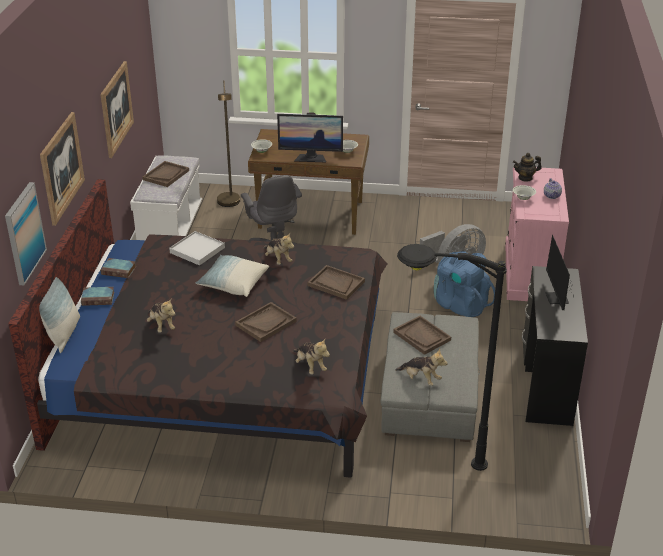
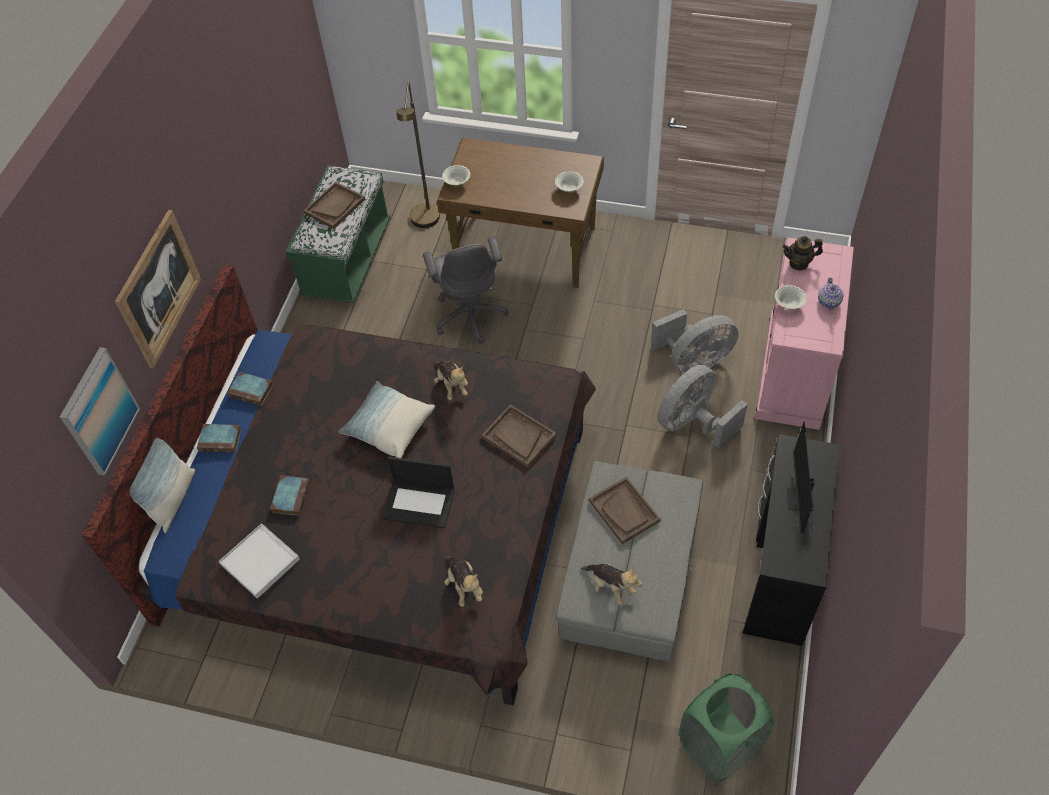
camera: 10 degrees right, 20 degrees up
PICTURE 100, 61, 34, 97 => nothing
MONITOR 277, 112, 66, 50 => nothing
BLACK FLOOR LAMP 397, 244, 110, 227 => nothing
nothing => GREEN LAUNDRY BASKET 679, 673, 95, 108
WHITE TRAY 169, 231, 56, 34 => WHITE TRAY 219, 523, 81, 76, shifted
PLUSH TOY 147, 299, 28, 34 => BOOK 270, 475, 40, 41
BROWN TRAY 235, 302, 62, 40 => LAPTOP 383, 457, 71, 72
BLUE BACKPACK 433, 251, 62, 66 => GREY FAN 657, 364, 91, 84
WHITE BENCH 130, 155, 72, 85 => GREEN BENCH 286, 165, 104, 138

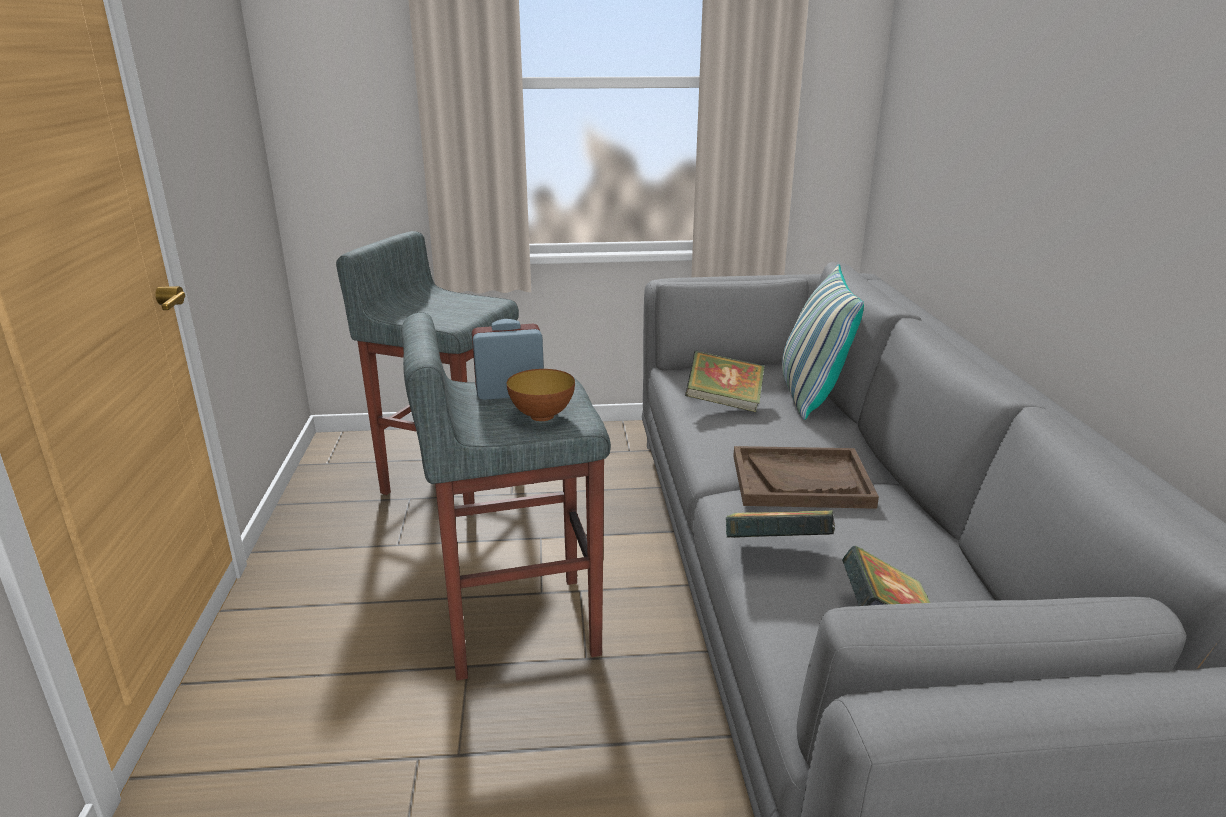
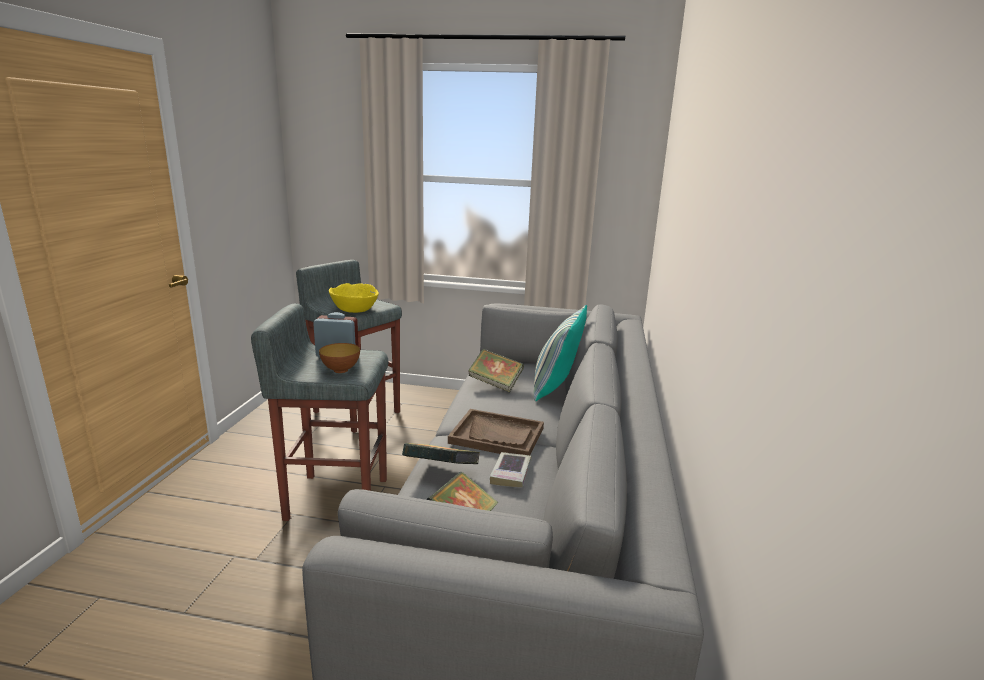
camera: 15 degrees right, 5 degrees down
nothing => YELLOW BOWL 329, 283, 50, 30
nothing => BOOK 490, 452, 41, 36

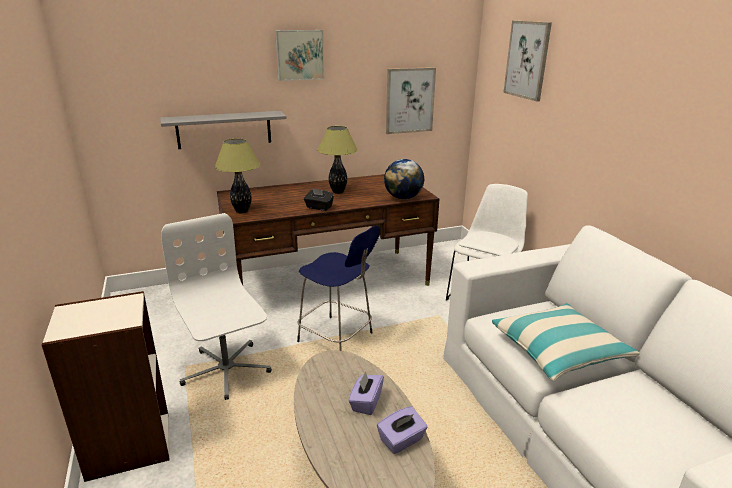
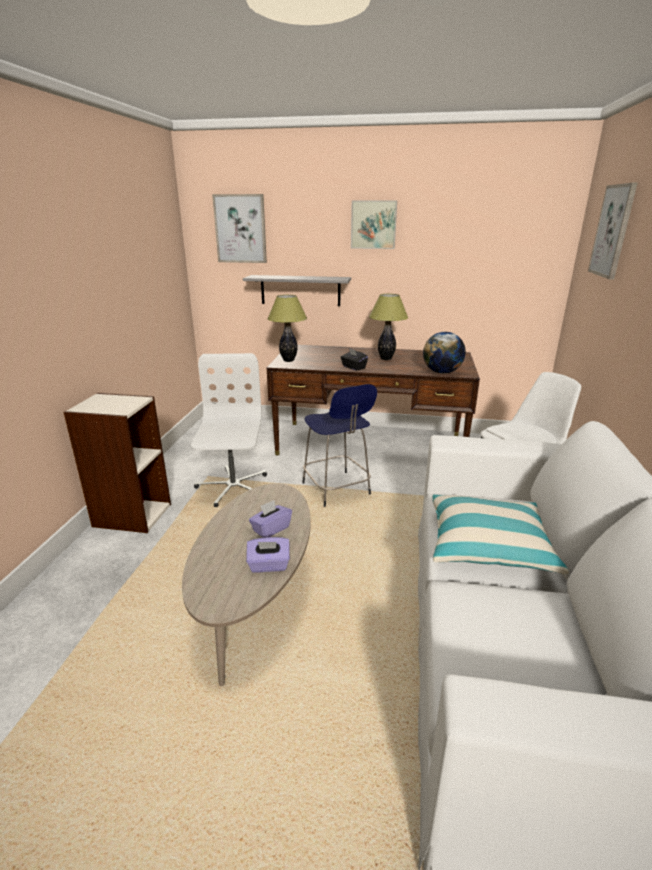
camera: 30 degrees right, 0 degrees up
PICTURE 386, 67, 50, 67 => PICTURE 212, 194, 55, 69, shifted

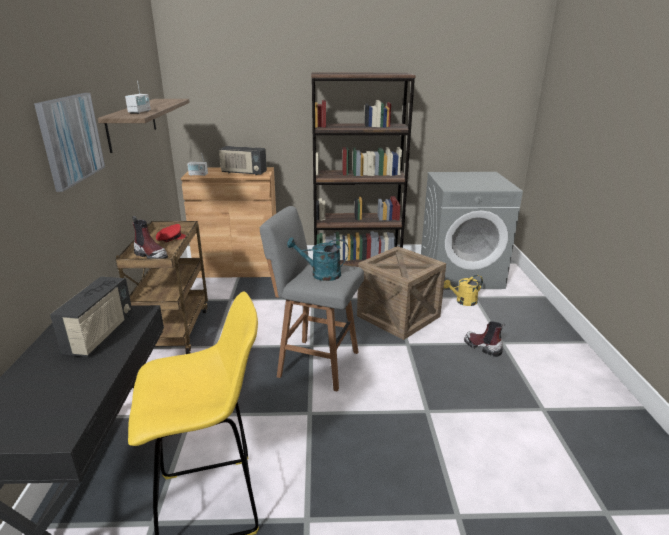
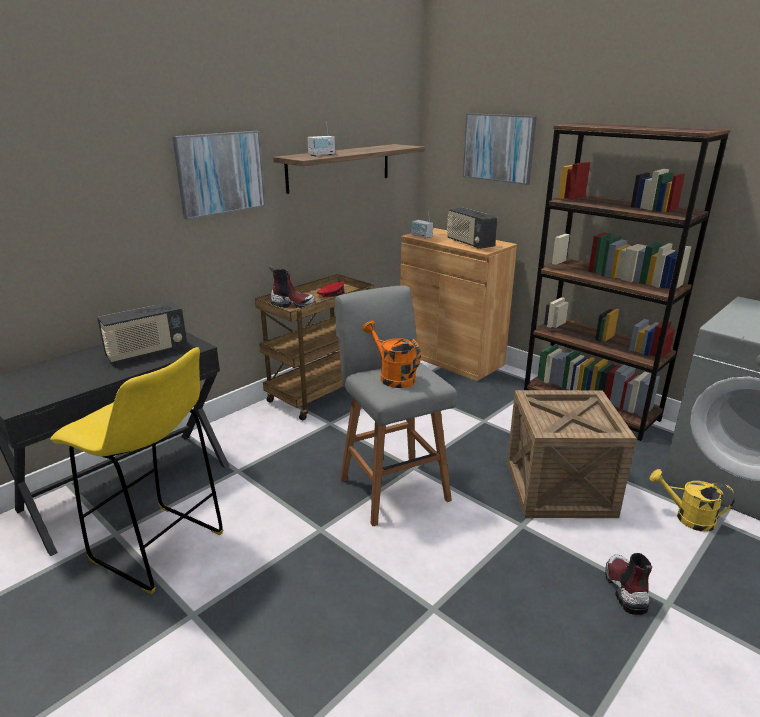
camera: 45 degrees right, 0 degrees up
nothing => PICTURE 463, 113, 74, 72
TURQUOISE WATERING CAN 287, 237, 62, 44 => ORANGE WATERING CAN 363, 321, 58, 67
BOOT 132, 216, 36, 43 => BOOT 269, 266, 47, 42, 75 degrees counterclockwise

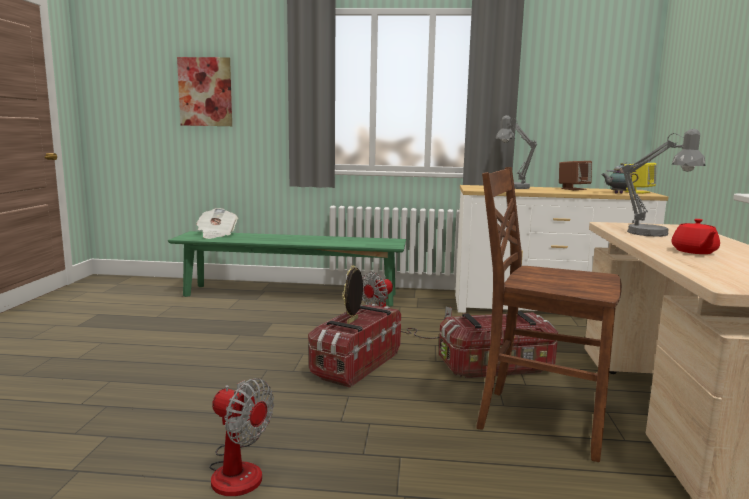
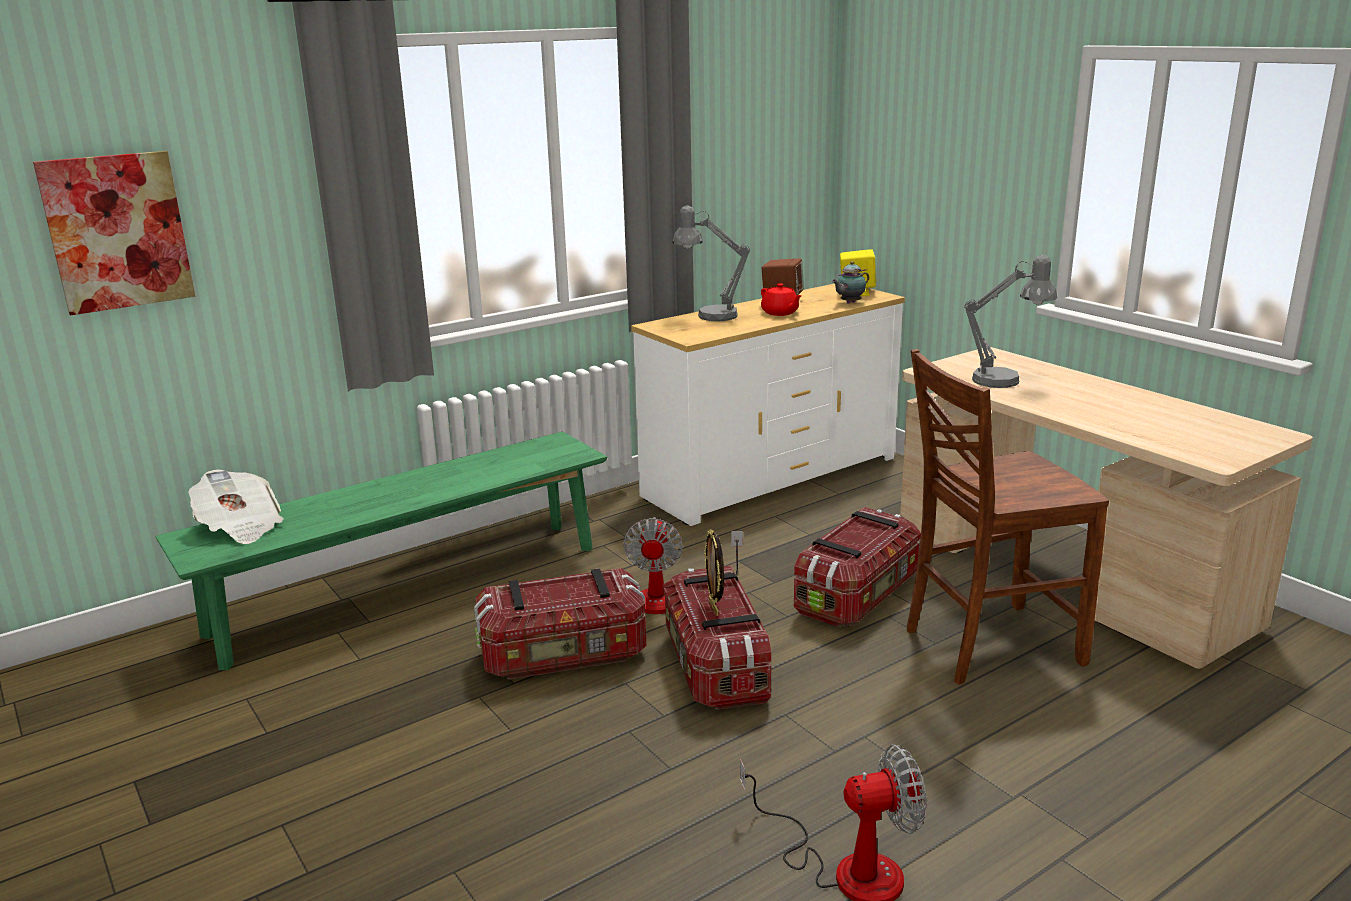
camera: 40 degrees left, 10 degrees up
nothing => STORAGE BOX 474, 568, 173, 112
RED TEAPOT 672, 219, 48, 35 => RED TEAPOT 761, 283, 41, 33, shifted

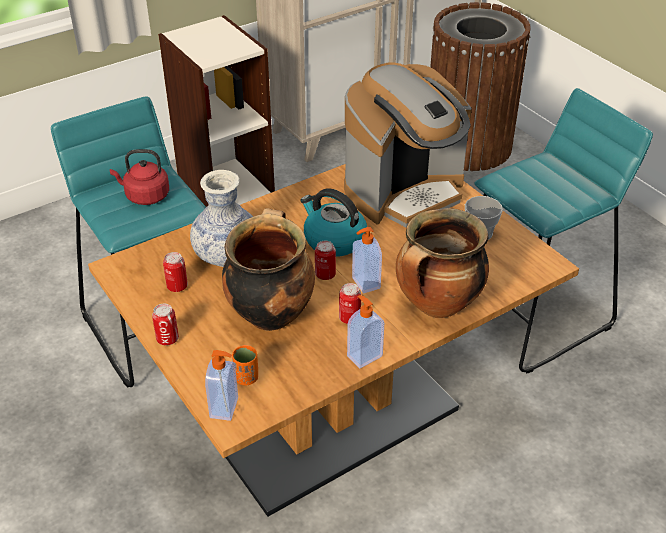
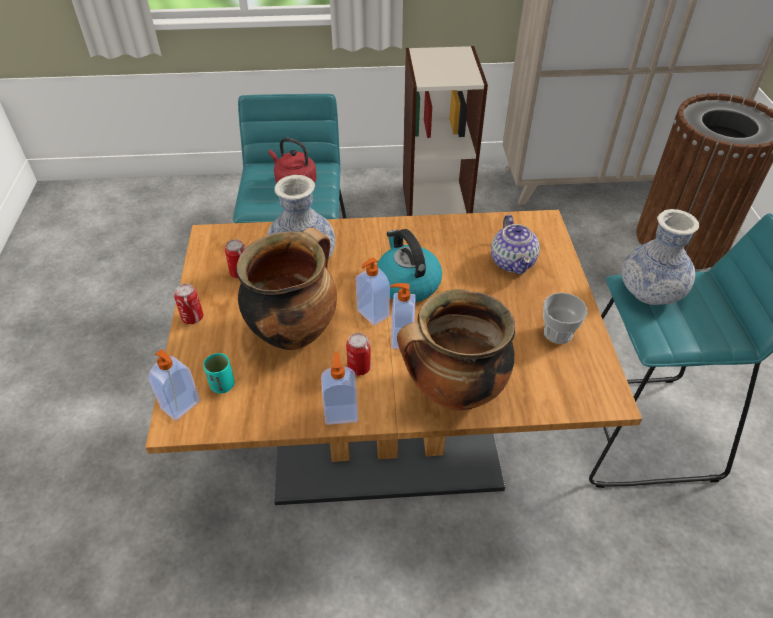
camera: 30 degrees right, 5 degrees up
nothing => VASE 622, 209, 77, 96
CAN 315, 241, 21, 39 => SOAP DISPENSER 356, 257, 34, 69
COFFEE MACHINE 344, 63, 128, 165 => TEAPOT 491, 215, 49, 60
ORANGE CUP 232, 345, 26, 40 => TURQUOISE CUP 203, 353, 32, 41

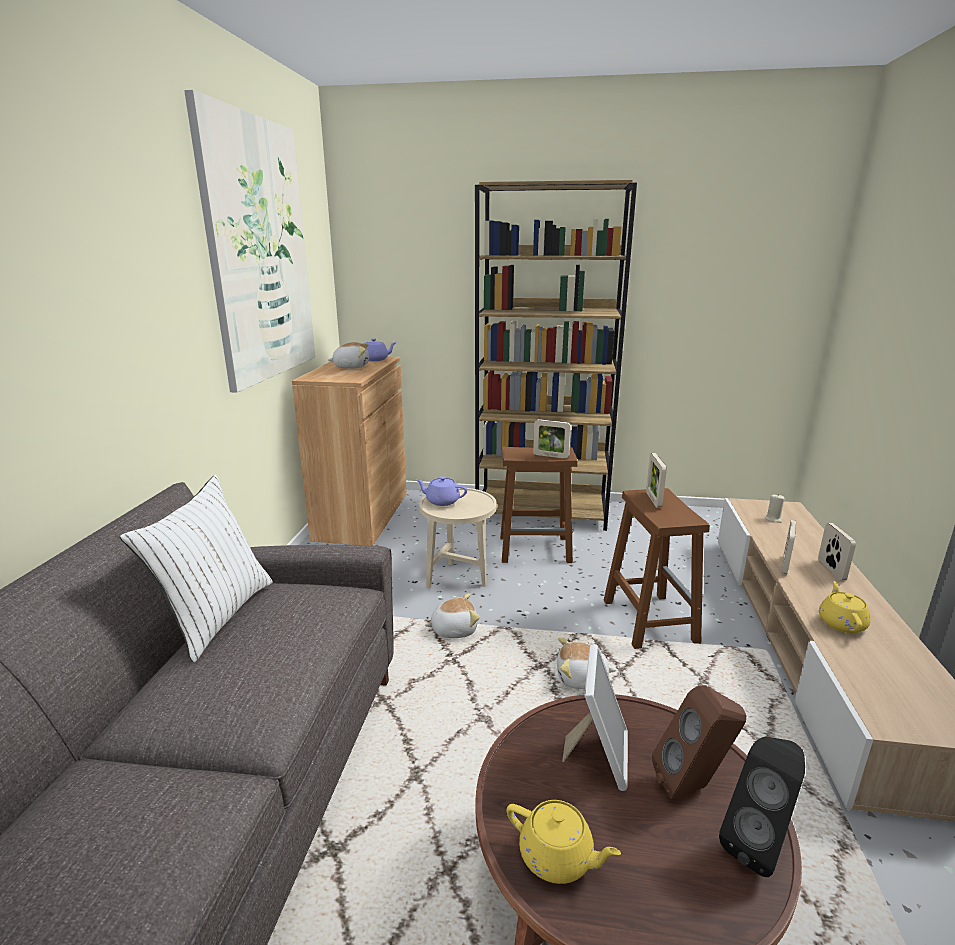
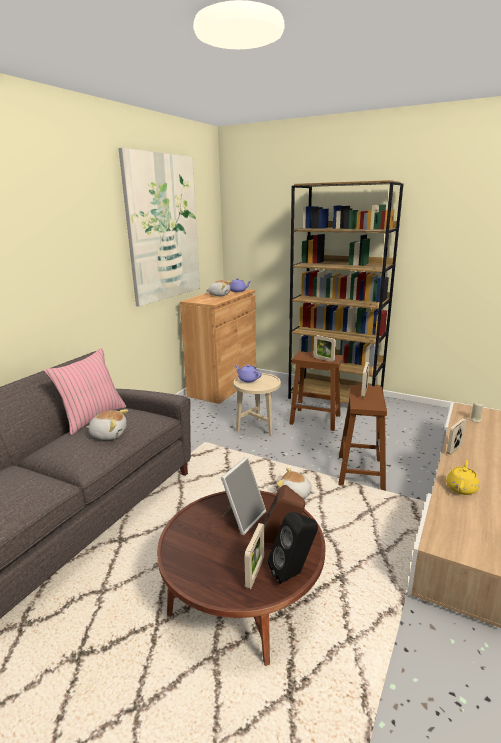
camera: 20 degrees right, 0 degrees up
YELLOW TEAPOT 507, 800, 114, 84 => nothing
PLUSH TOY 425, 593, 55, 45 => PLUSH TOY 86, 409, 42, 31, shifted
PICTURE FRAME 818, 523, 38, 57 => PICTURE FRAME 244, 523, 20, 66, shifted
WHITE PILLOW 120, 475, 153, 187 => PINK PILLOW 44, 348, 82, 87

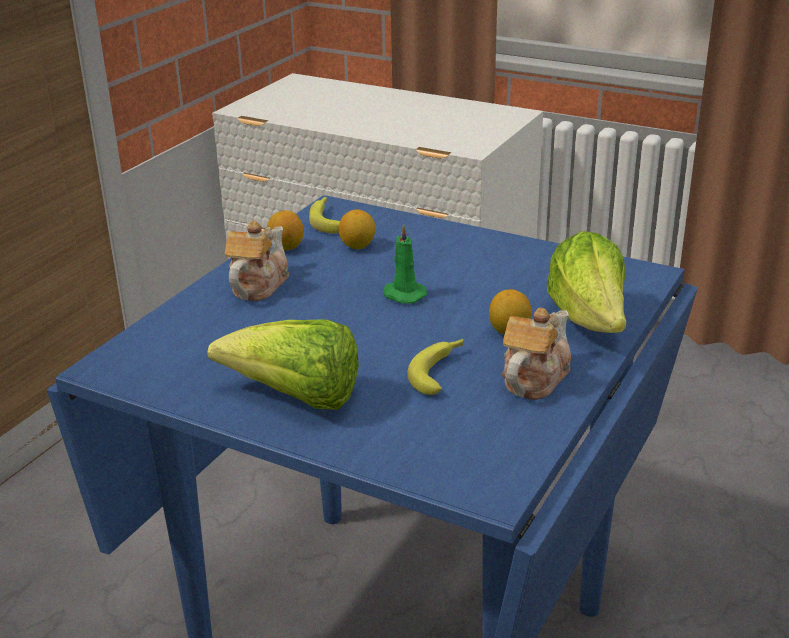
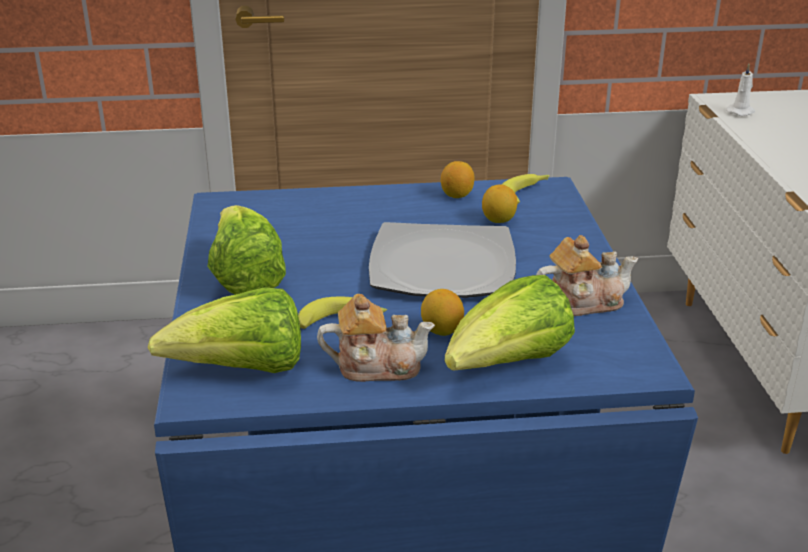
camera: 55 degrees right, 0 degrees up
nothing => LETTUCE 148, 287, 153, 86
nothing => WHITE CANDLE 726, 64, 29, 52
TEAPOT 225, 221, 64, 80 => TEAPOT 536, 235, 103, 81, shifted
GREEN CANDLE 383, 224, 44, 80 => PLATE 369, 222, 147, 76

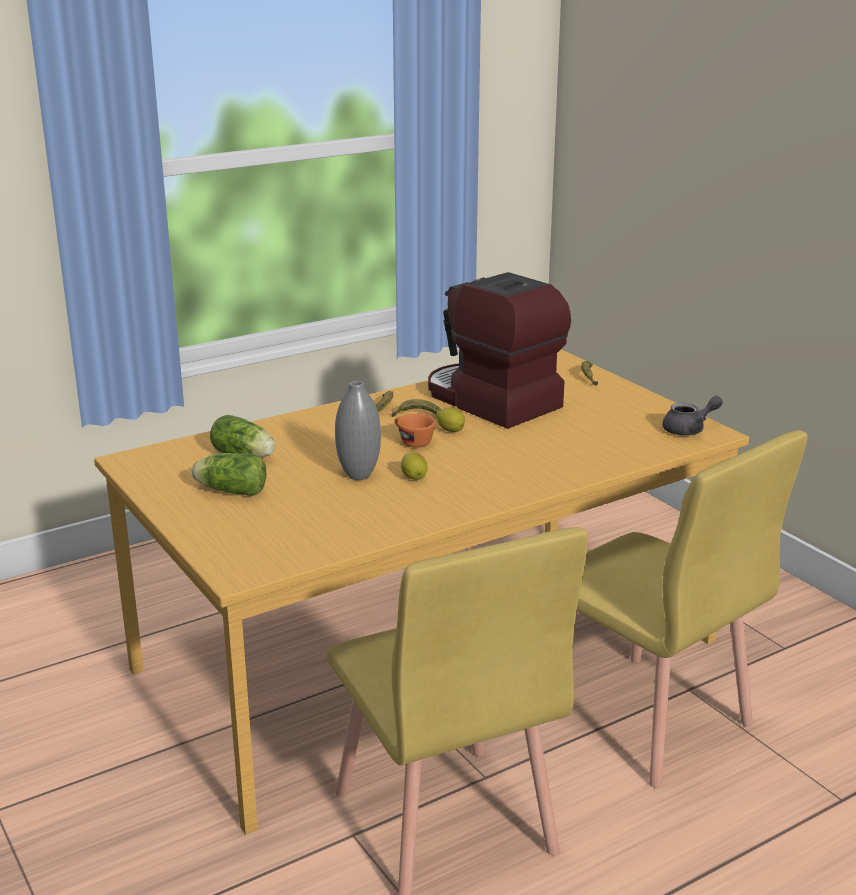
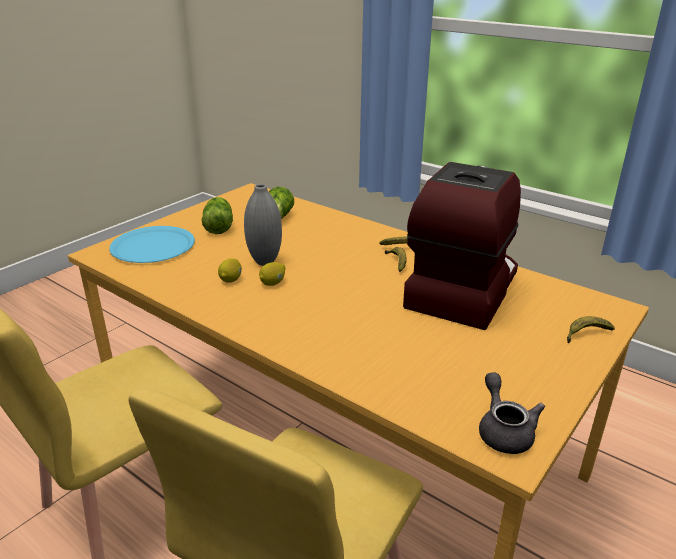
camera: 70 degrees right, 5 degrees up
ORANGE CUP 395, 414, 41, 34 => nothing
nothing => BLUE PLATE 109, 226, 86, 37
LEMON 436, 408, 29, 24 => LEMON 218, 258, 24, 25, shifted
GREY TEAPOT 662, 396, 61, 40 => GREY TEAPOT 479, 372, 66, 82, 150 degrees counterclockwise

